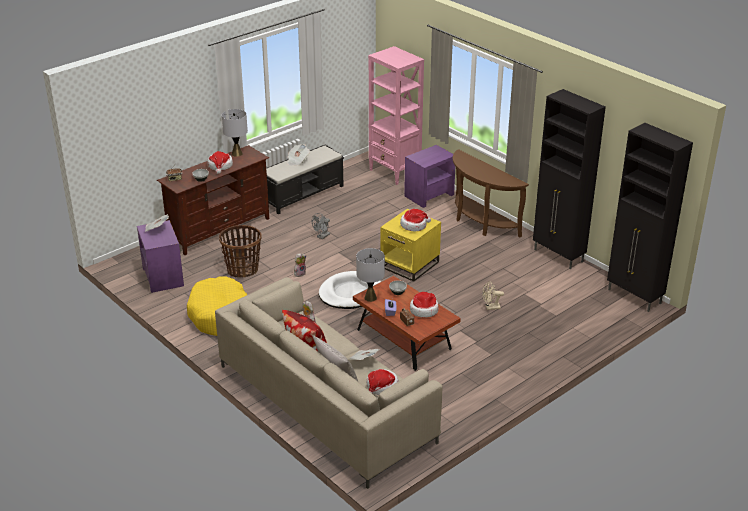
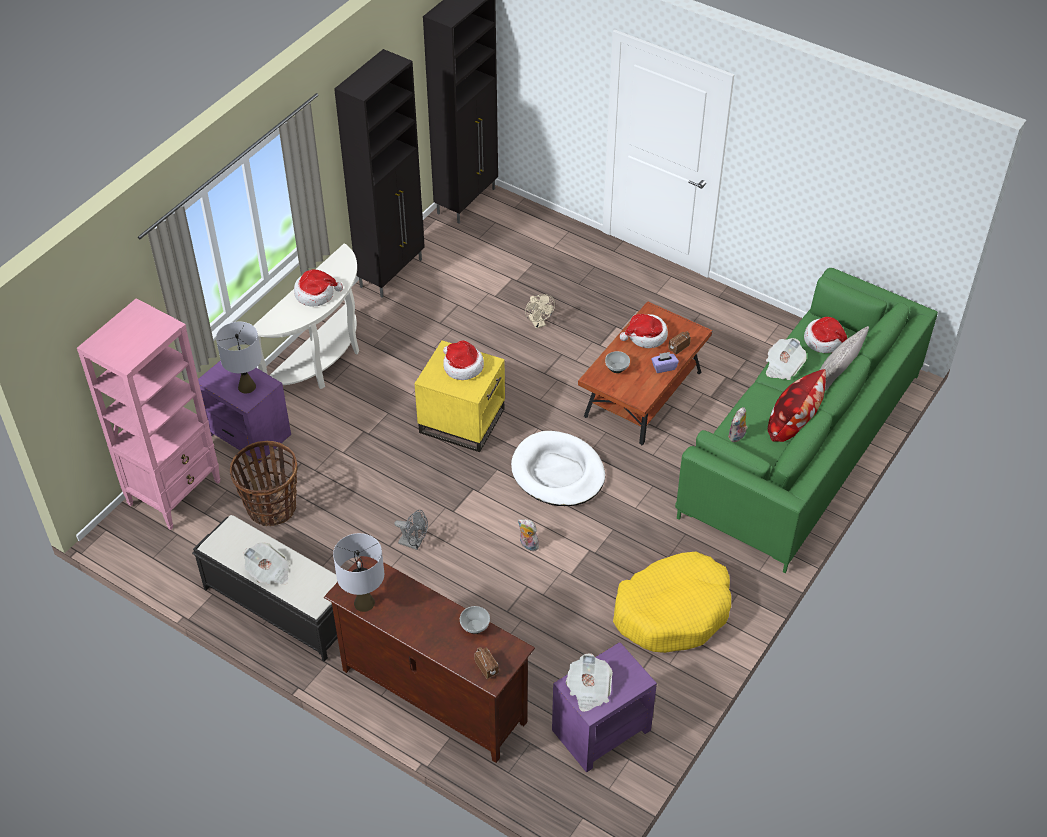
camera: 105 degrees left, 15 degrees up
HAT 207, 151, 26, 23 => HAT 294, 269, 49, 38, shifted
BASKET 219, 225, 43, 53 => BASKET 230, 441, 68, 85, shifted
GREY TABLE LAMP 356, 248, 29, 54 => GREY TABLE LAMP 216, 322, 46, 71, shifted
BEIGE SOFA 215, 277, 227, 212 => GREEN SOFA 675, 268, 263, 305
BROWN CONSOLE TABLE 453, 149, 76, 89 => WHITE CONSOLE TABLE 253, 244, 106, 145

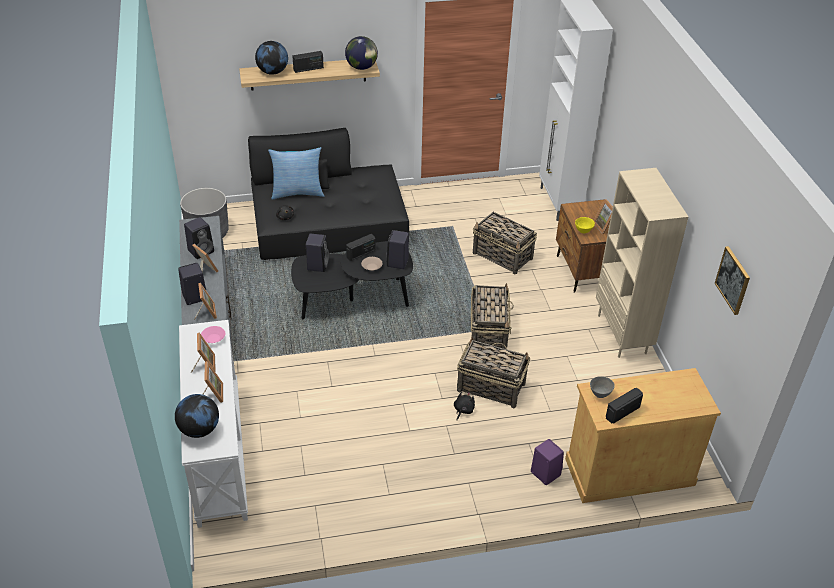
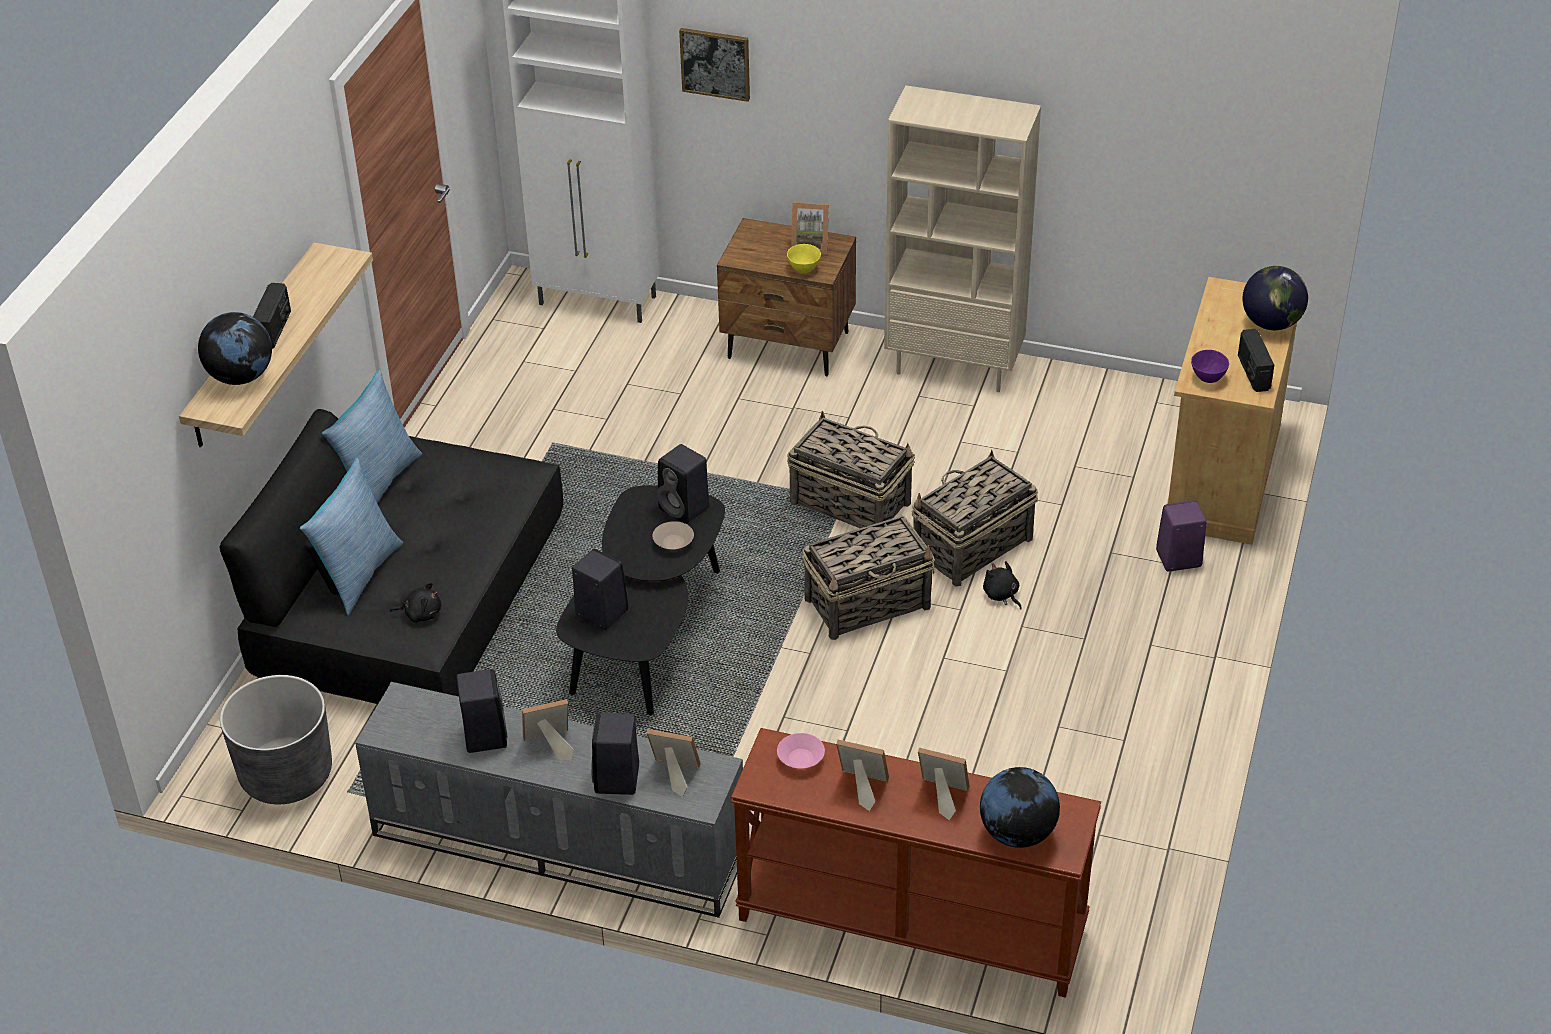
camera: 60 degrees left, 0 degrees up
RADIO 346, 234, 30, 27 => nothing
nothing => PILLOW 322, 370, 100, 134
GLOBE 345, 36, 33, 34 => GLOBE 1243, 266, 65, 64, shifted
BASKET 473, 212, 64, 62 => BASKET 802, 516, 133, 124, shifted
PICTURE 715, 246, 35, 69 => PICTURE 679, 28, 71, 74, shifted
WHITE CONSOLE TABLE 179, 320, 69, 208 => BROWN CONSOLE TABLE 731, 728, 370, 270
GREY BOWL 590, 376, 25, 22 => PURPLE BOWL 1191, 350, 38, 33

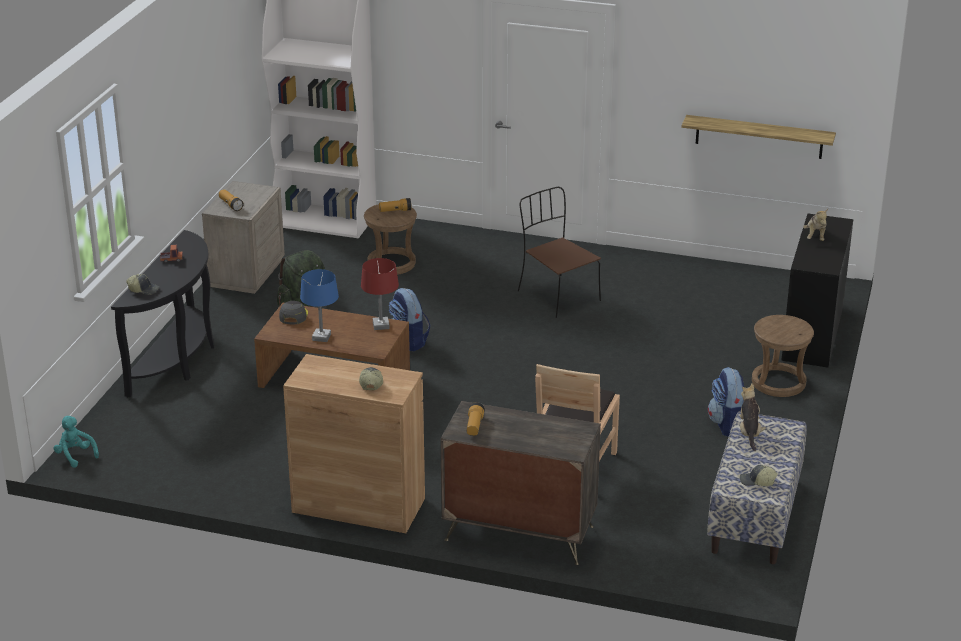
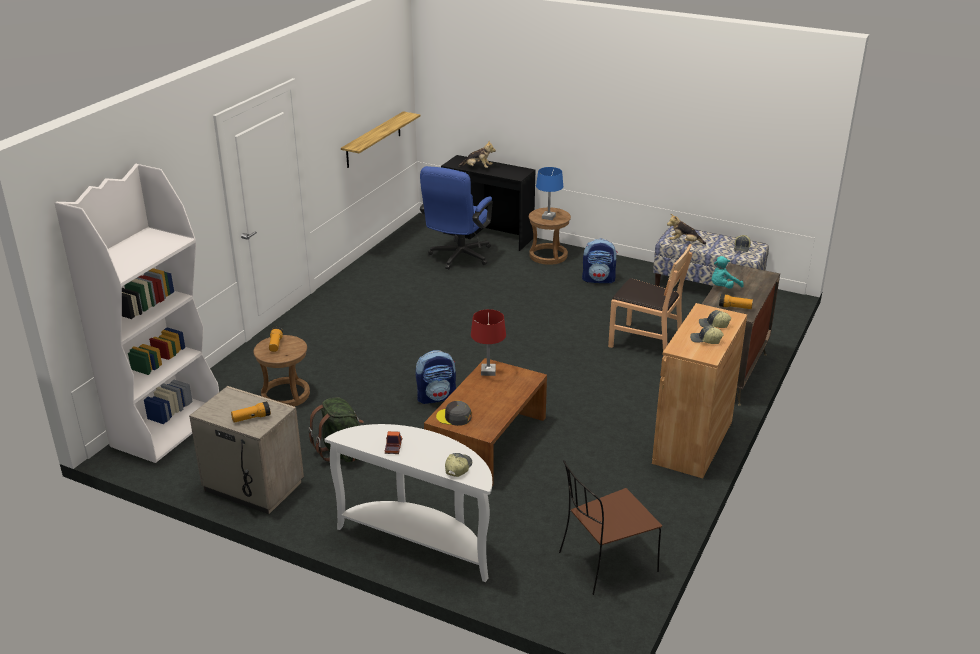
camera: 80 degrees left, 0 degrees up
nothing => BLUE OFFICE CHAIR 420, 166, 72, 103
nothing => CAP 690, 325, 34, 19
TURQUOISE PLUSH TOY 53, 416, 46, 52 => TURQUOISE PLUSH TOY 712, 256, 32, 33, shifted
BLUE TABLE LAMP 300, 269, 39, 73 => BLUE TABLE LAMP 536, 167, 27, 53, shifted
BROWN CHAIR 518, 187, 83, 131 => BROWN CHAIR 559, 460, 103, 135, shifted
BLACK CONSOLE TABLE 111, 230, 104, 168 => WHITE CONSOLE TABLE 324, 424, 168, 158

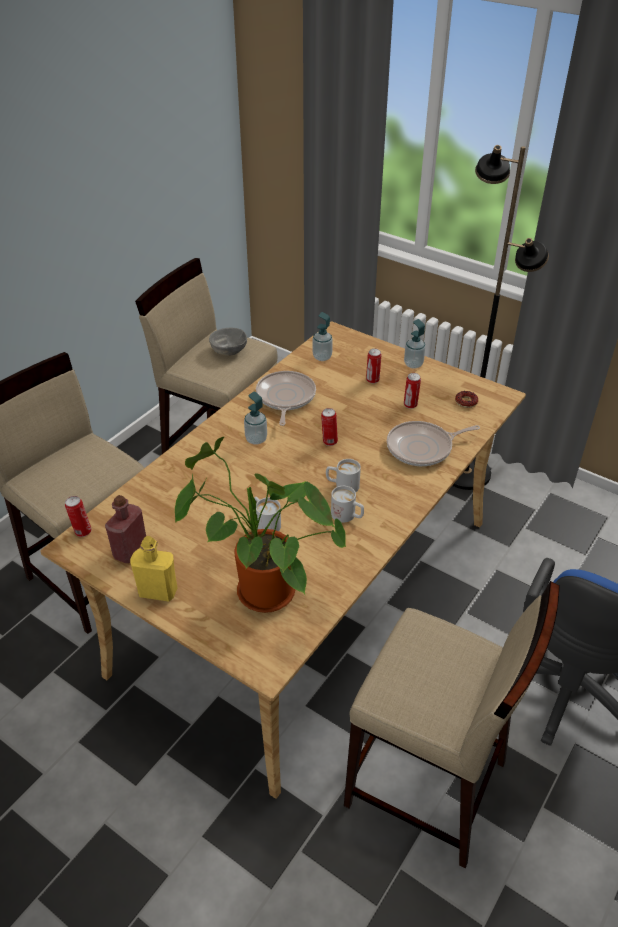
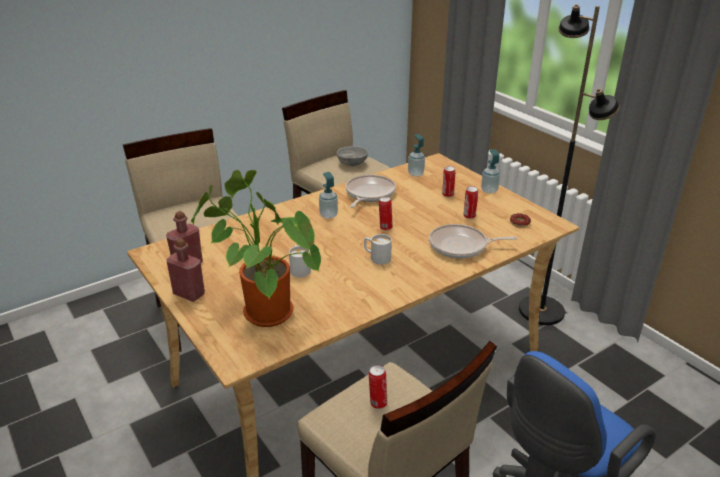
camera: 20 degrees right, 10 degrees down
WHITE MUG 331, 486, 33, 37 => nothing
CAN 65, 496, 26, 41 => CAN 369, 365, 18, 44, shifted
YELLOW BOTTLE 130, 536, 47, 65 => RED BOTTLE 167, 238, 38, 64

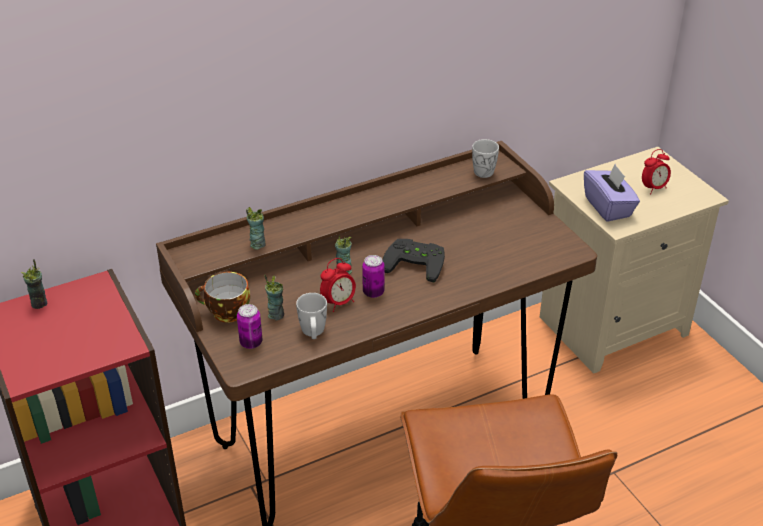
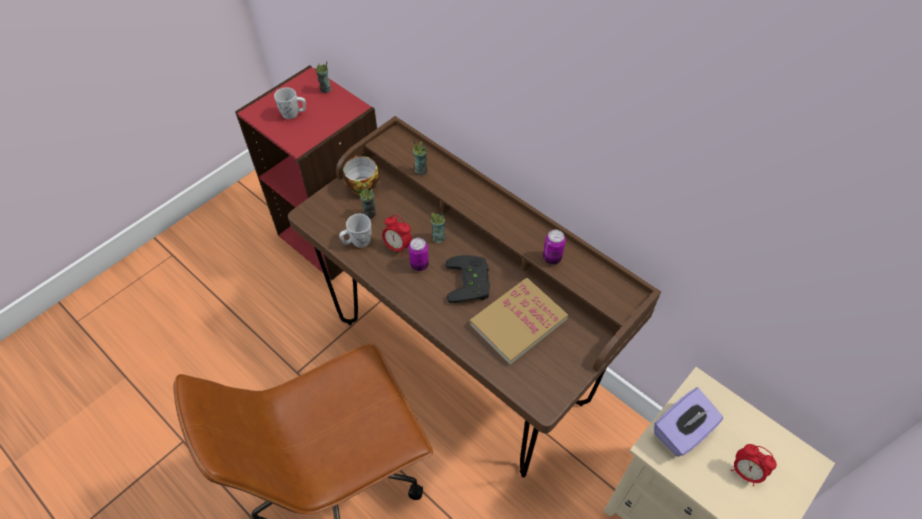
camera: 70 degrees right, 15 degrees up
nothing => BOOK 469, 278, 99, 87
CAN 237, 304, 26, 45 => CAN 543, 230, 23, 34, shifted
WHITE MUG 472, 139, 27, 39 => WHITE MUG 274, 87, 32, 32, shifted

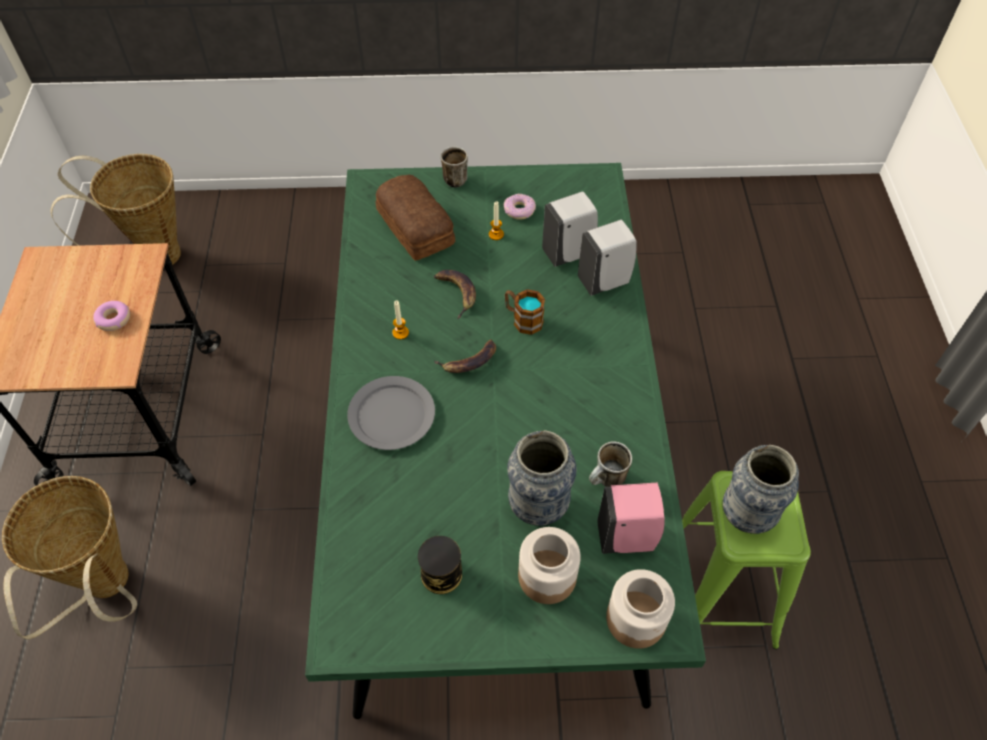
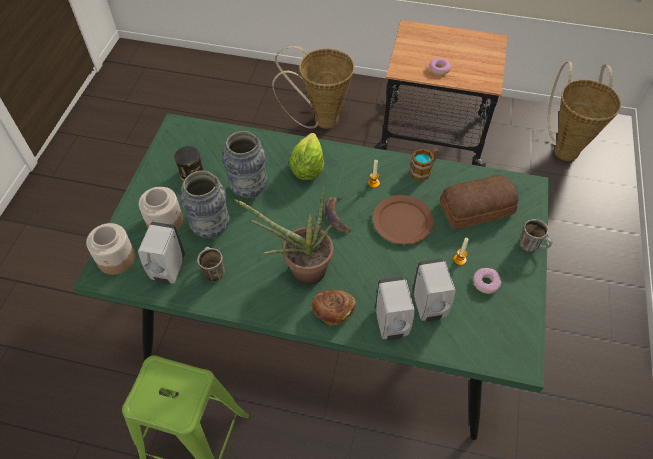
camera: 105 degrees right, 0 degrees up
nothing => POTTED PLANT 234, 186, 99, 99
nothing => BREAD 312, 290, 44, 36
MUG 505, 289, 40, 46 => MUG 410, 148, 28, 33, shifted
VASE 723, 445, 76, 89 => VASE 222, 131, 45, 68, shifted
GREY PLATE 347, 376, 88, 74 => LETTUCE 289, 133, 35, 47
BANANA 434, 270, 42, 49 => BROWN PLATE 373, 195, 61, 49
PINK SOAP DISPENSER 597, 483, 68, 71 => WHITE SOAP DISPENSER 138, 222, 47, 62

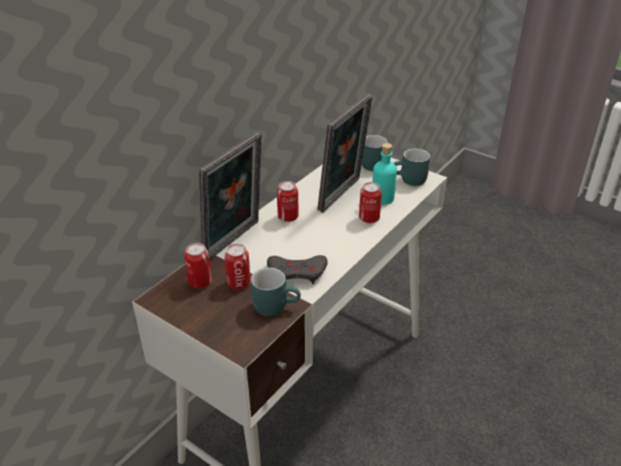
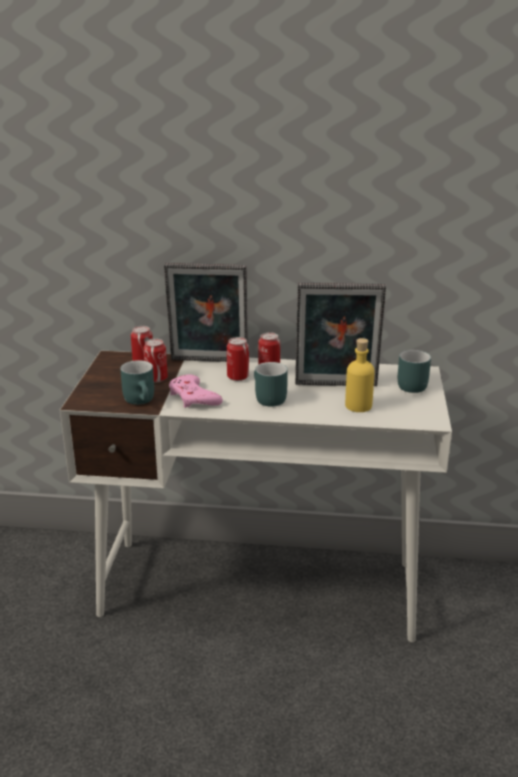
camera: 60 degrees right, 10 degrees down
CAN 359, 182, 23, 41 => CAN 227, 337, 22, 44, shifted
TURQUOISE MUG 394, 148, 36, 38 => TURQUOISE MUG 254, 362, 34, 45, shifted
GREY GAME CONTROLLER 267, 255, 61, 29 => PINK GAME CONTROLLER 169, 374, 54, 34
TURQUOISE BOTTLE 372, 143, 25, 62 => YELLOW BOTTLE 345, 338, 30, 74

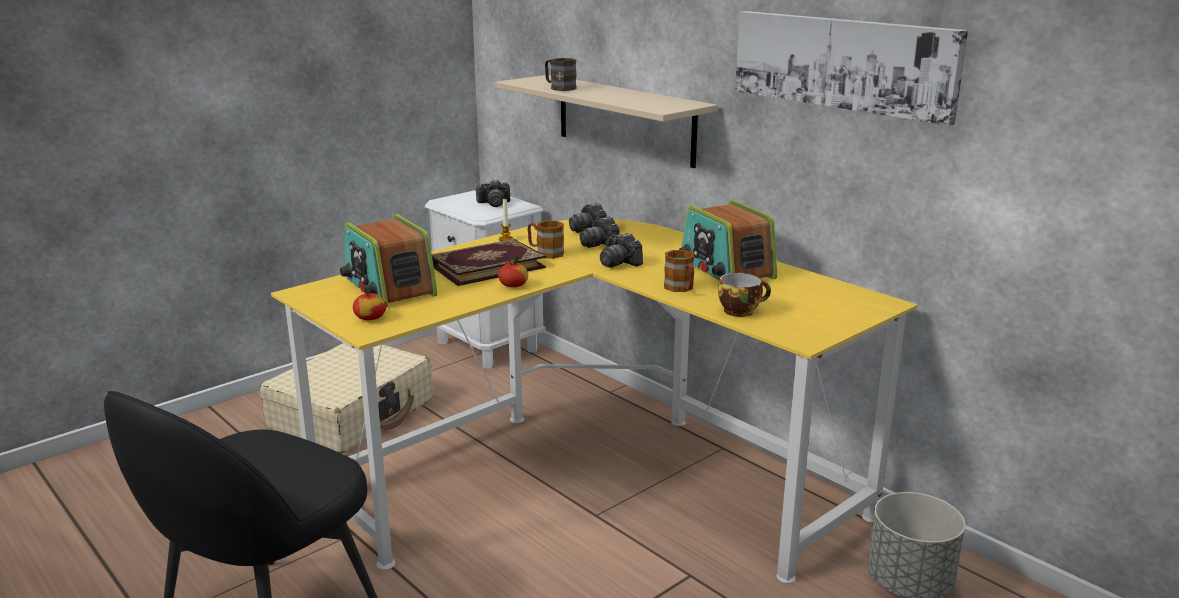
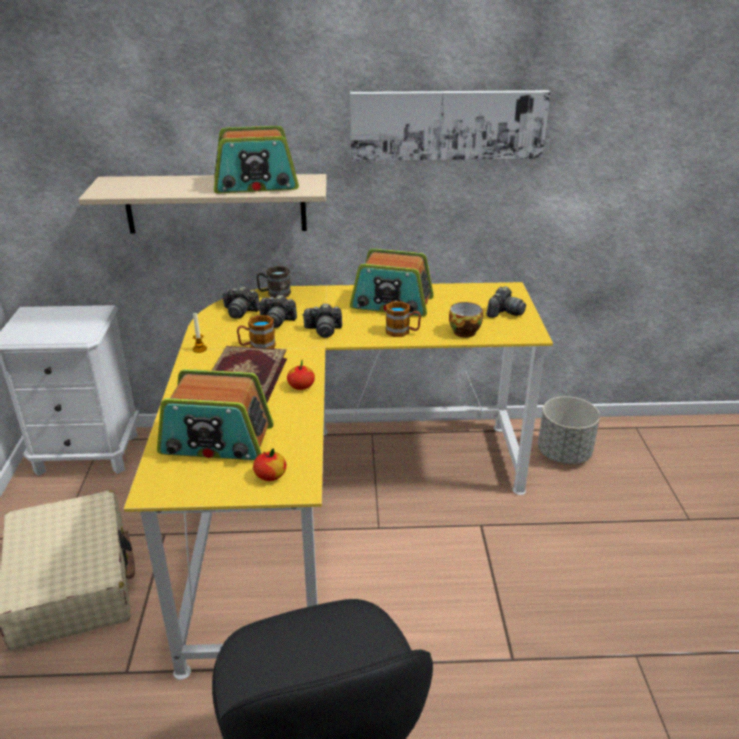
camera: 50 degrees left, 10 degrees up
nothing => RADIO 214, 126, 85, 68
PHOTO CAMERA 475, 179, 35, 28 => PHOTO CAMERA 486, 287, 40, 31, shifted
BROWN MUG 545, 58, 32, 33 => BROWN MUG 257, 266, 34, 32, shifted

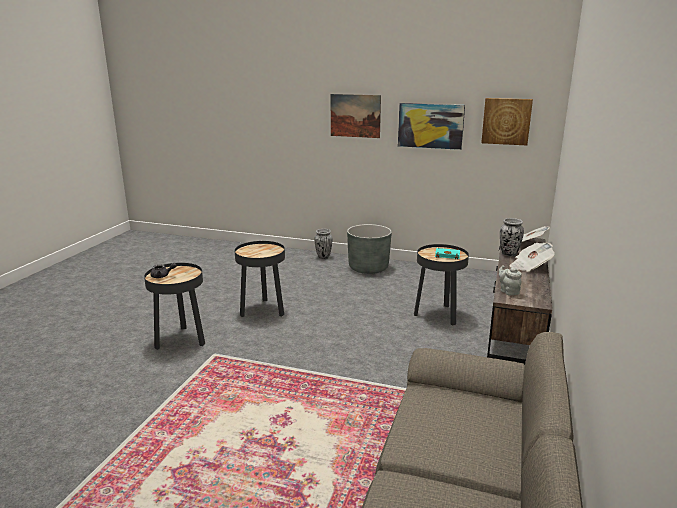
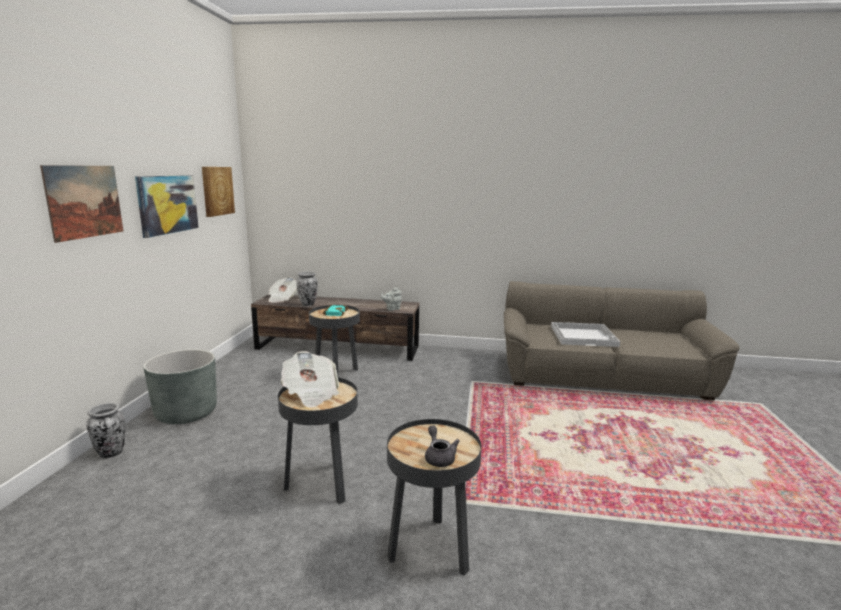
camera: 100 degrees left, 5 degrees down
nothing => WHITE TRAY 551, 322, 69, 25
NEWSPAPER 509, 243, 46, 29 => NEWSPAPER 280, 351, 59, 57, shifted

